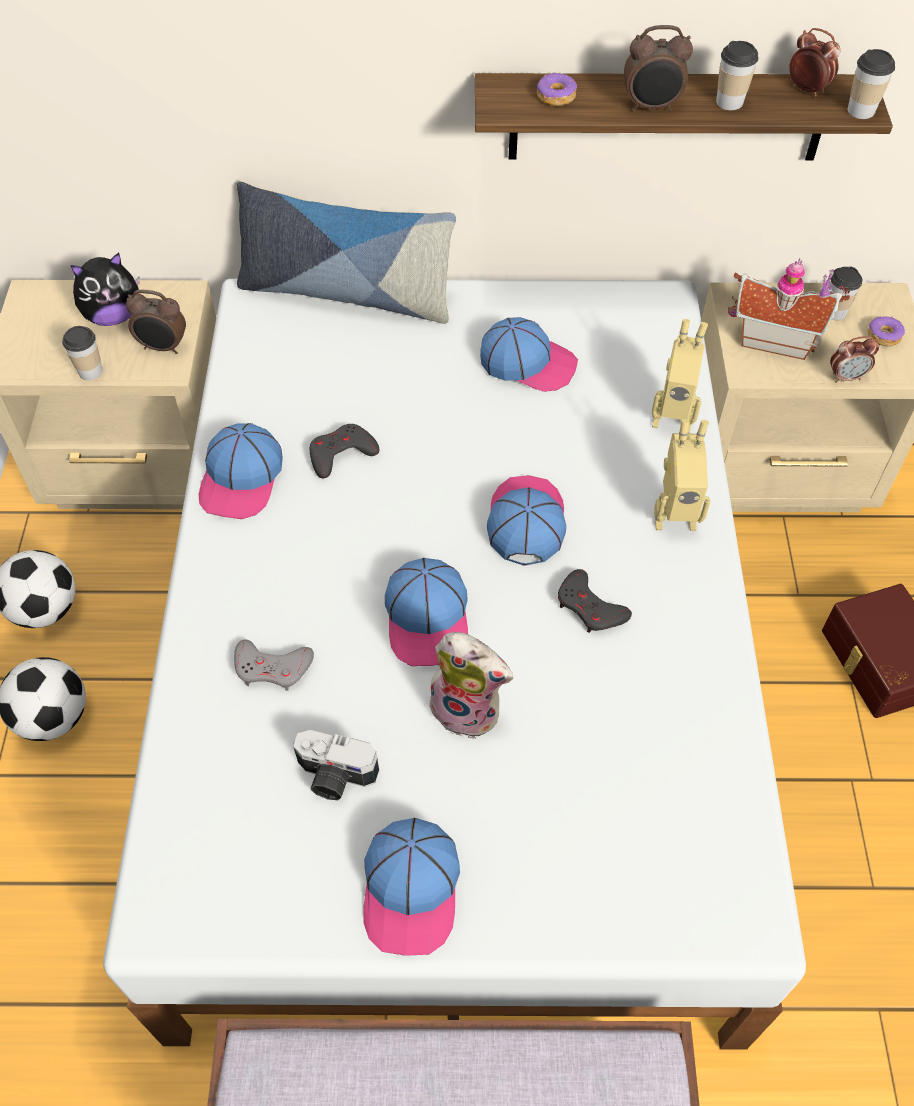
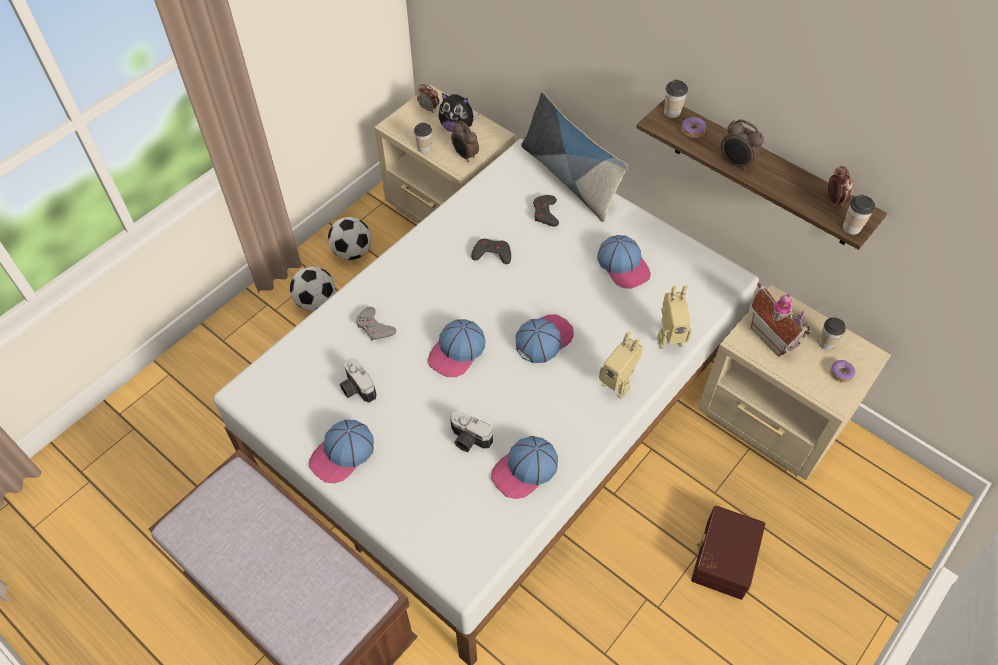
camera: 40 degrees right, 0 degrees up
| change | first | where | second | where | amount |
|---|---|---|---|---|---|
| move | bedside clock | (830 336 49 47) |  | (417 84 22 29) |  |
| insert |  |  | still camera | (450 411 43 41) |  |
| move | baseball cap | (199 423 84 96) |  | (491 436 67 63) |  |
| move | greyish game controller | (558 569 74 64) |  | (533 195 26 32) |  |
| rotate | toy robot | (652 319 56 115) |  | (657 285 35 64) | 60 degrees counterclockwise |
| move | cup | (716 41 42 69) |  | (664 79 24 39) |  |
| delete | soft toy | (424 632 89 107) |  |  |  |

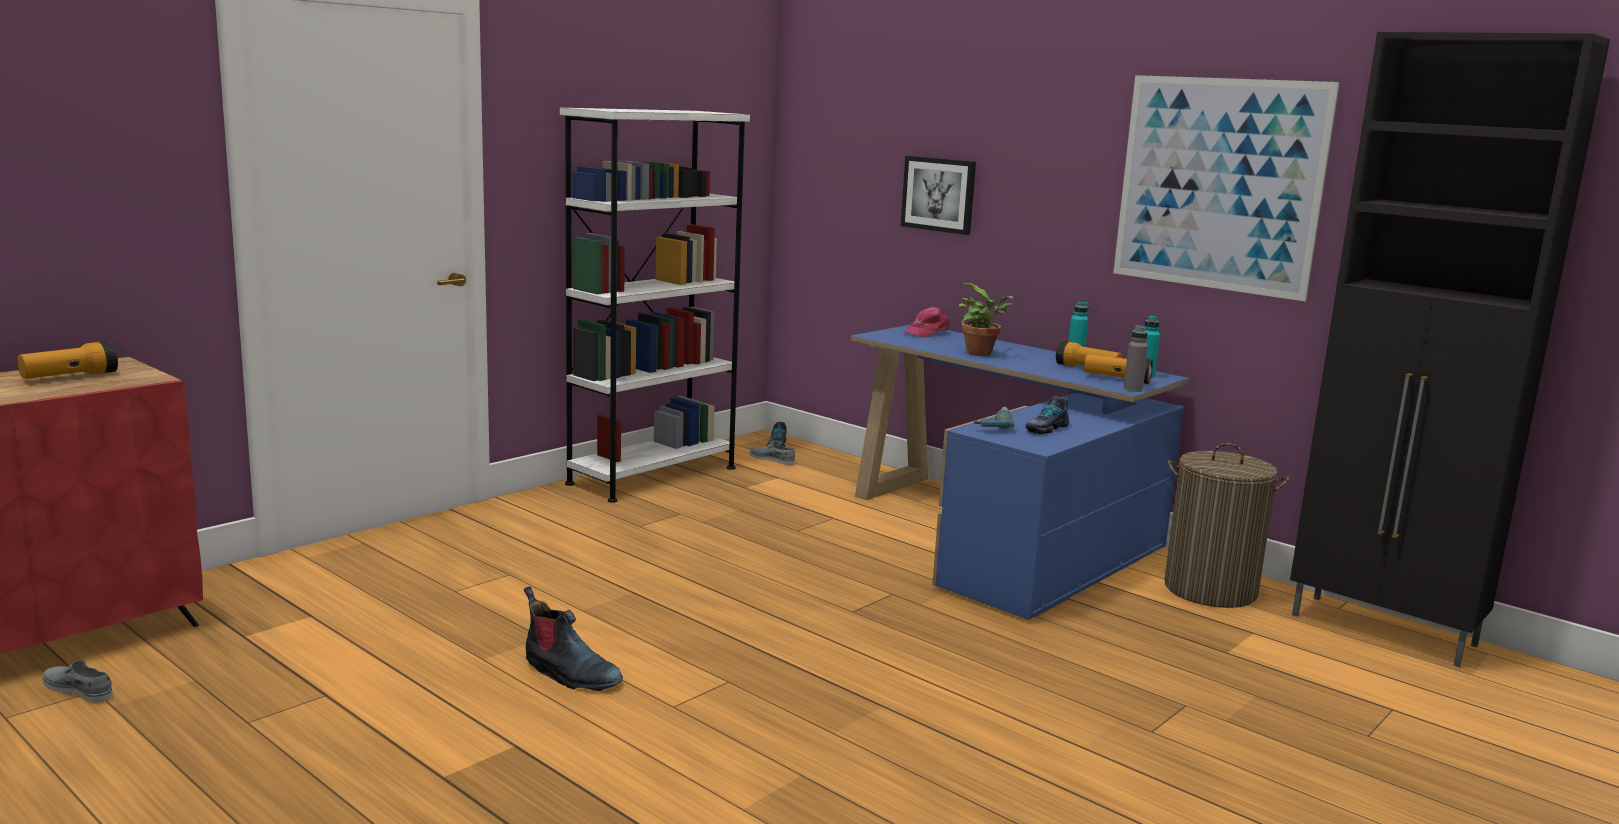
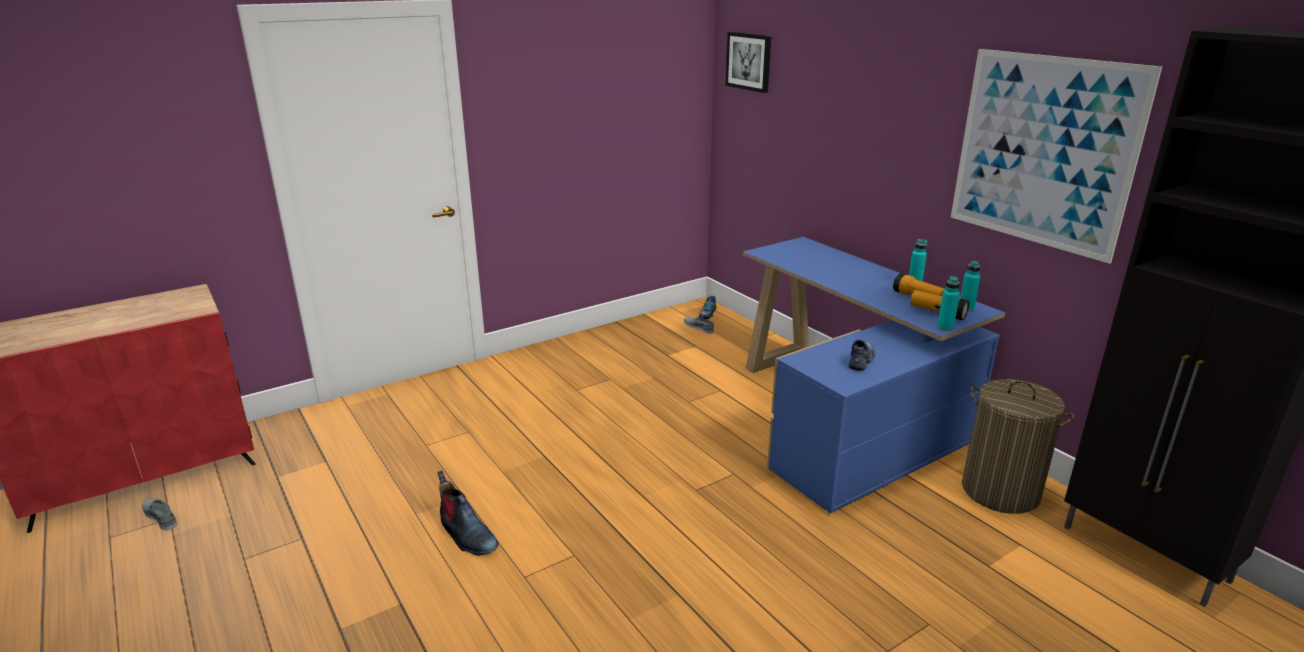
camera: 15 degrees right, 10 degrees up
| change | first | where | second | where | amount |
|---|---|---|---|---|---|
| move | picture | (901 156 75 79) |  | (725 32 46 61) |  |
| rotate | item of footwear | (1025 396 44 38) |  | (848 340 28 31) | 150 degrees clockwise |
| recolor | greyish drink bottle | (1123 325 25 67) | turquoise-coloured drink bottle | (937 276 23 55) |  |
| delete | hand torch | (18 341 100 38) |  |  |  |
| delete | white-coloured shelving unit | (560 108 190 395) |  |  |  |
| delete | pink baseball cap | (902 306 47 32) |  |  |  |
| delete | houseplant | (959 283 54 73) |  |  |  |
| delete | electric drill | (974 407 41 22) |  |  |  |

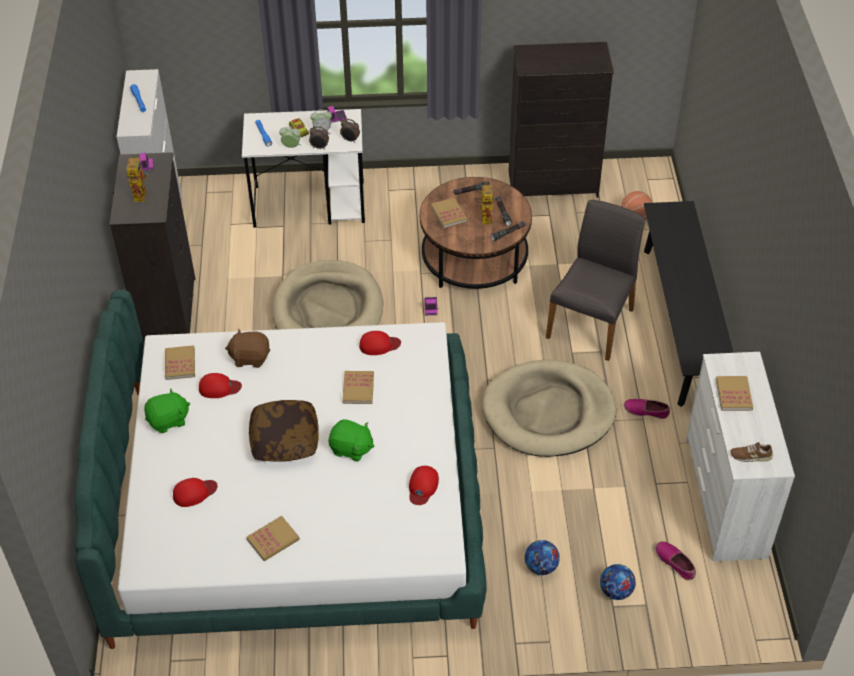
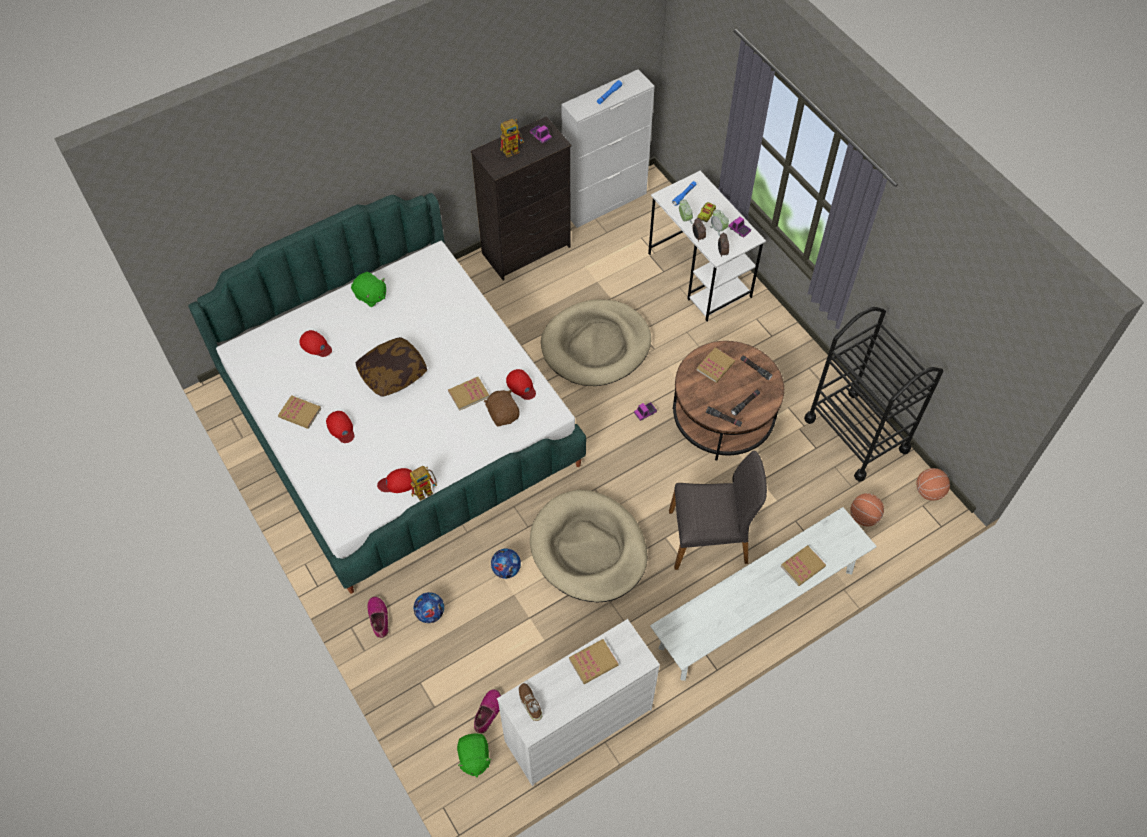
camera: 60 degrees right, 10 degrees up
| change | first | where | second | where | amount |
|---|---|---|---|---|---|
| move | red-coloured baseball cap | (199 373 43 25) |  | (326 411 28 32) |  |
| move | item of footwear | (624 399 46 20) |  | (368 596 20 42) |  |
| move | toy robot | (475 181 20 44) |  | (410 466 27 35) |  |
| move | green-coloured soft toy | (328 419 46 42) |  | (457 733 35 44) |  |
| move | brown-coloured soft toy | (225 328 45 40) |  | (484 389 36 38) |  |
| move | football ball | (600 564 36 36) |  | (491 549 30 30) |  |
| recolor | black indoor bench | (644 201 90 206) | white-coloured indoor bench | (650 507 227 174) |  |
| move | volume | (165 346 30 34) |  | (781 545 45 41) |  |
| replace | black chest of drawers | (508 42 106 156) | black wheeled cart | (804 307 140 175) |  |
| insert |  |  | basketball | (916 468 34 33) |  |

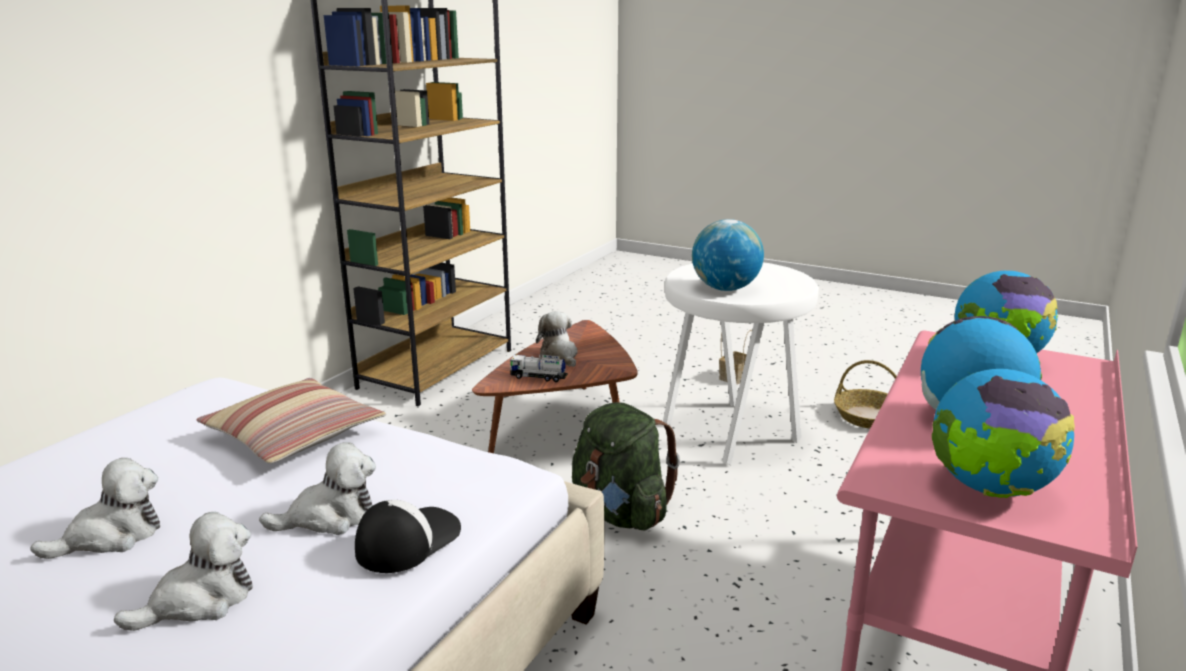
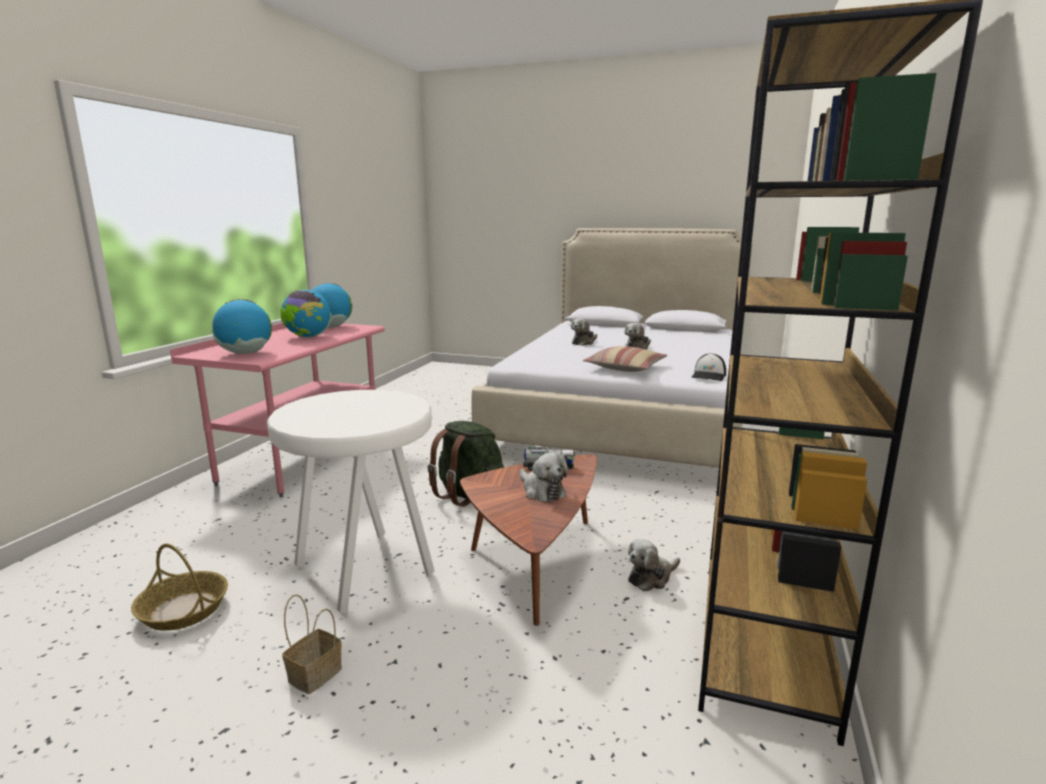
camera: 170 degrees right, 5 degrees down
| change | first | where | second | where | amount |
|---|---|---|---|---|---|
| move | soft toy | (259 442 117 93) |  | (628 539 52 52) |  |
| move | baseball cap | (355 500 106 73) |  | (691 353 35 28) |  |
| delete | globe | (692 219 72 72) |  |  |  |

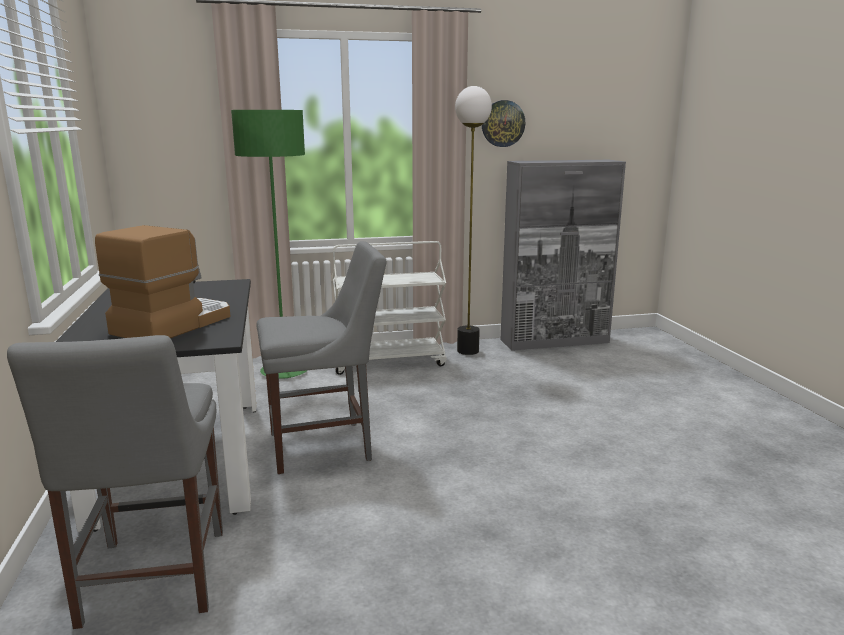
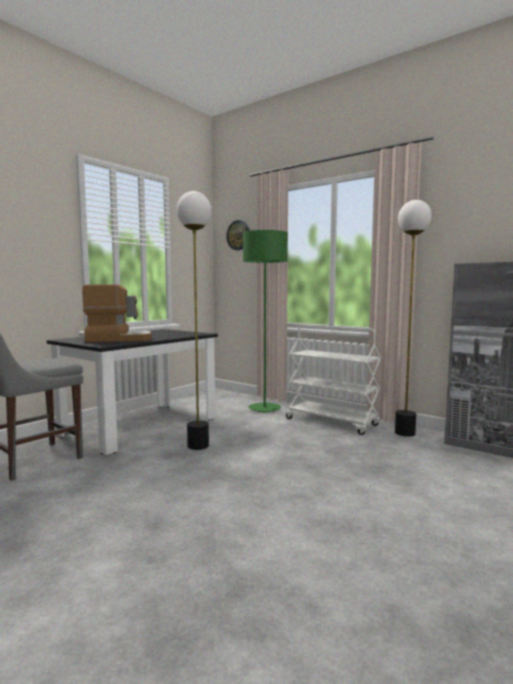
camera: 50 degrees right, 10 degrees down
| change | first | where | second | where | amount |
|---|---|---|---|---|---|
| replace | greyish plain chair | (256 241 130 233) | standing lamp | (177 191 34 259) |  |
| move | wall clock | (482 100 43 47) |  | (226 220 24 30) |  |

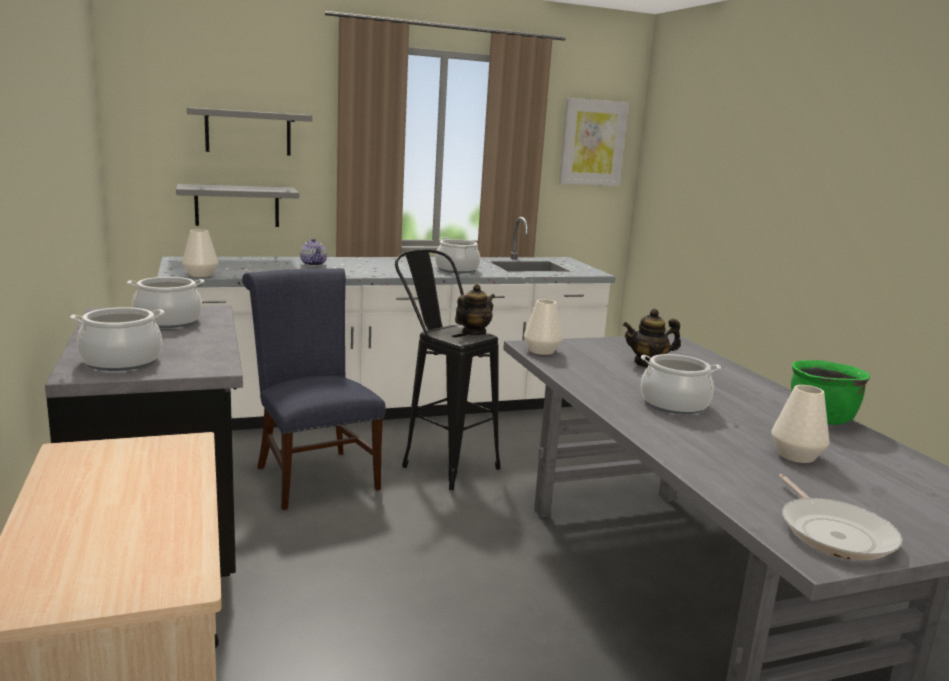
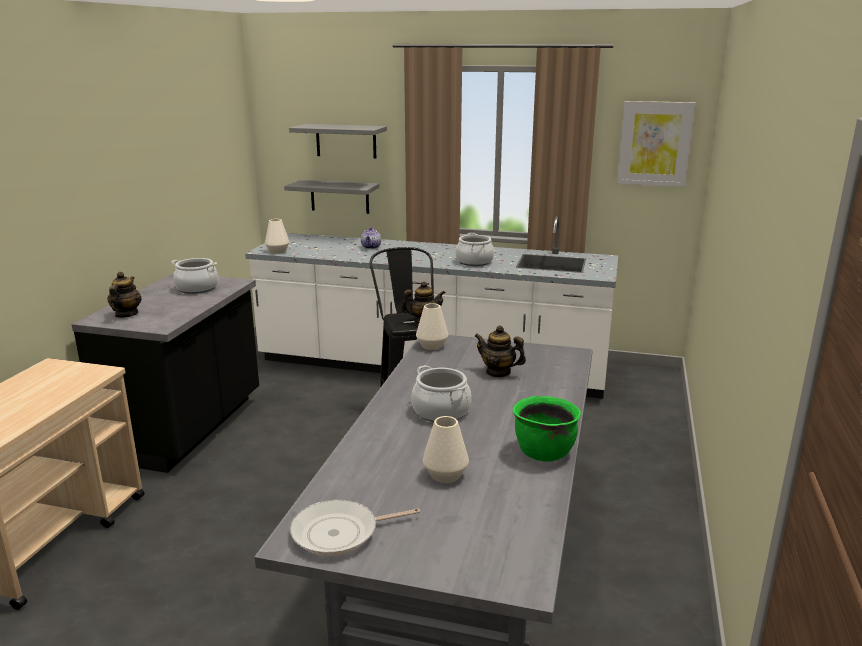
camera: 35 degrees right, 5 degrees up
| change | first | where | second | where | amount |
|---|---|---|---|---|---|
| replace | cooking pot | (70 307 94 64) | teapot | (107 272 35 46) |  |
| rotate | pan | (778 474 124 86) |  | (290 500 130 56) | 45 degrees clockwise |
| delete | blue-coloured plain chair | (242 268 144 242) |  |  |  |

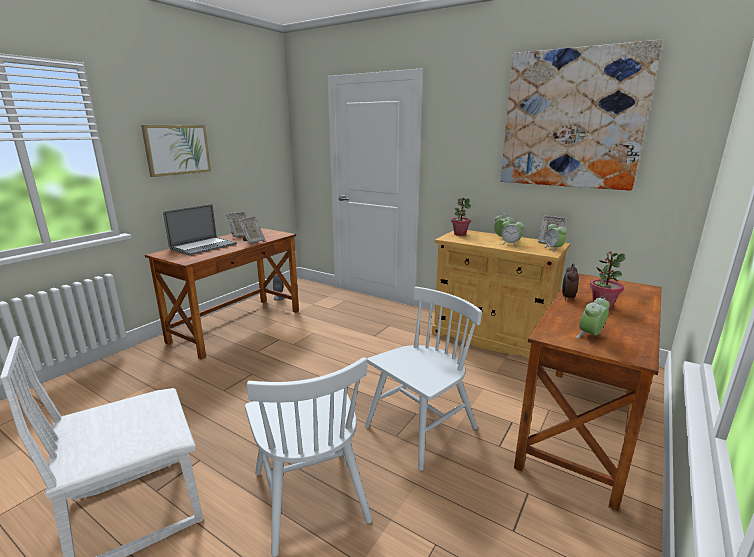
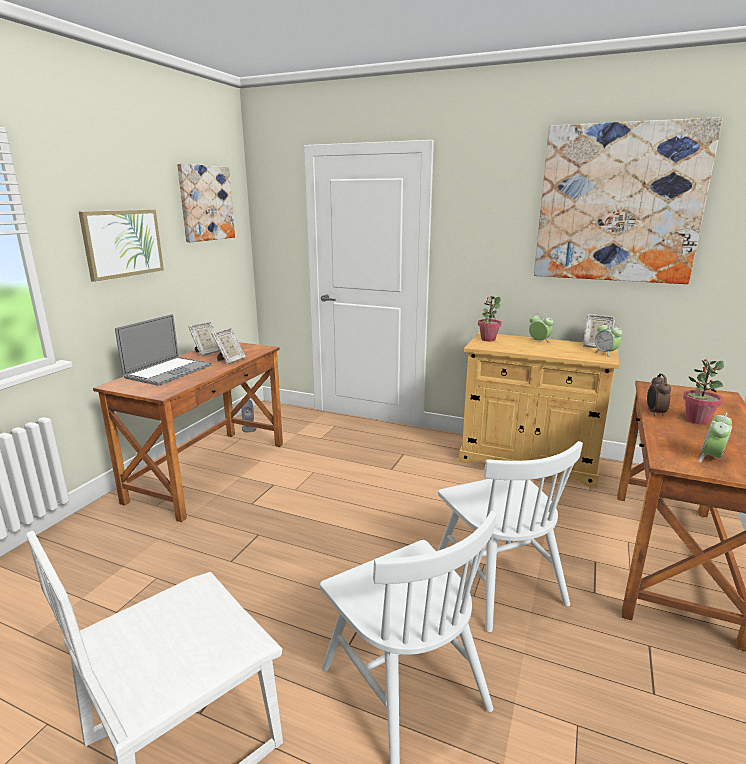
camera: 10 degrees left, 0 degrees up
| change | first | where | second | where | amount |
|---|---|---|---|---|---|
| insert |  |  | picture | (177 163 58 79) |  |
| rotate | white-coloured plain chair | (365 287 117 184) |  | (438 441 145 191) | 120 degrees clockwise |
| delete | bedside clock | (501 218 23 29) |  |  |  |

